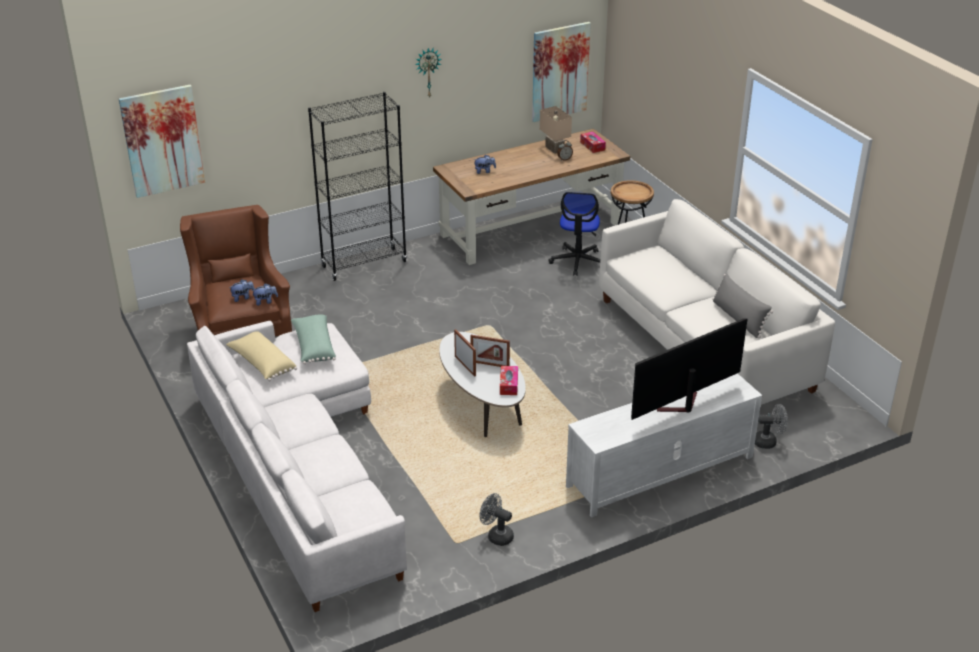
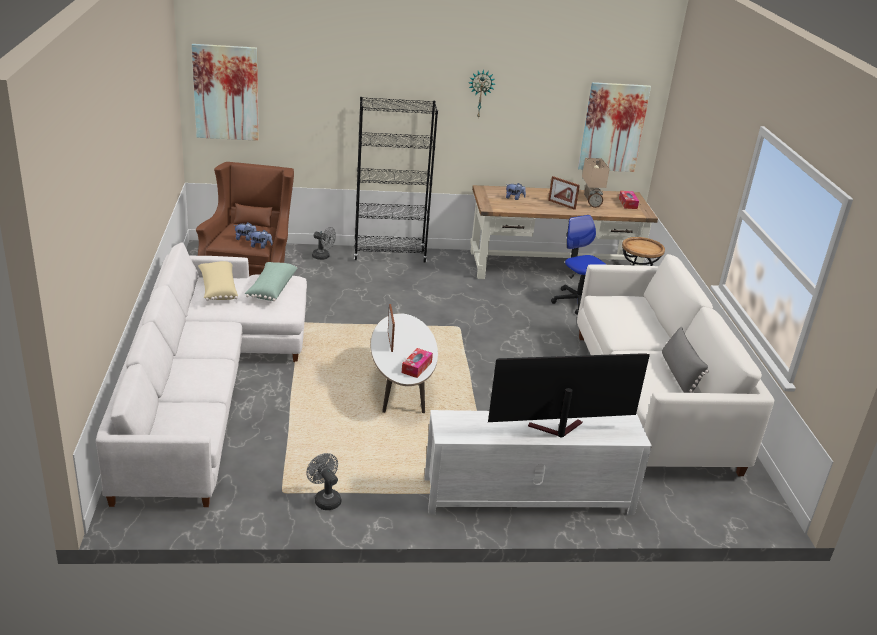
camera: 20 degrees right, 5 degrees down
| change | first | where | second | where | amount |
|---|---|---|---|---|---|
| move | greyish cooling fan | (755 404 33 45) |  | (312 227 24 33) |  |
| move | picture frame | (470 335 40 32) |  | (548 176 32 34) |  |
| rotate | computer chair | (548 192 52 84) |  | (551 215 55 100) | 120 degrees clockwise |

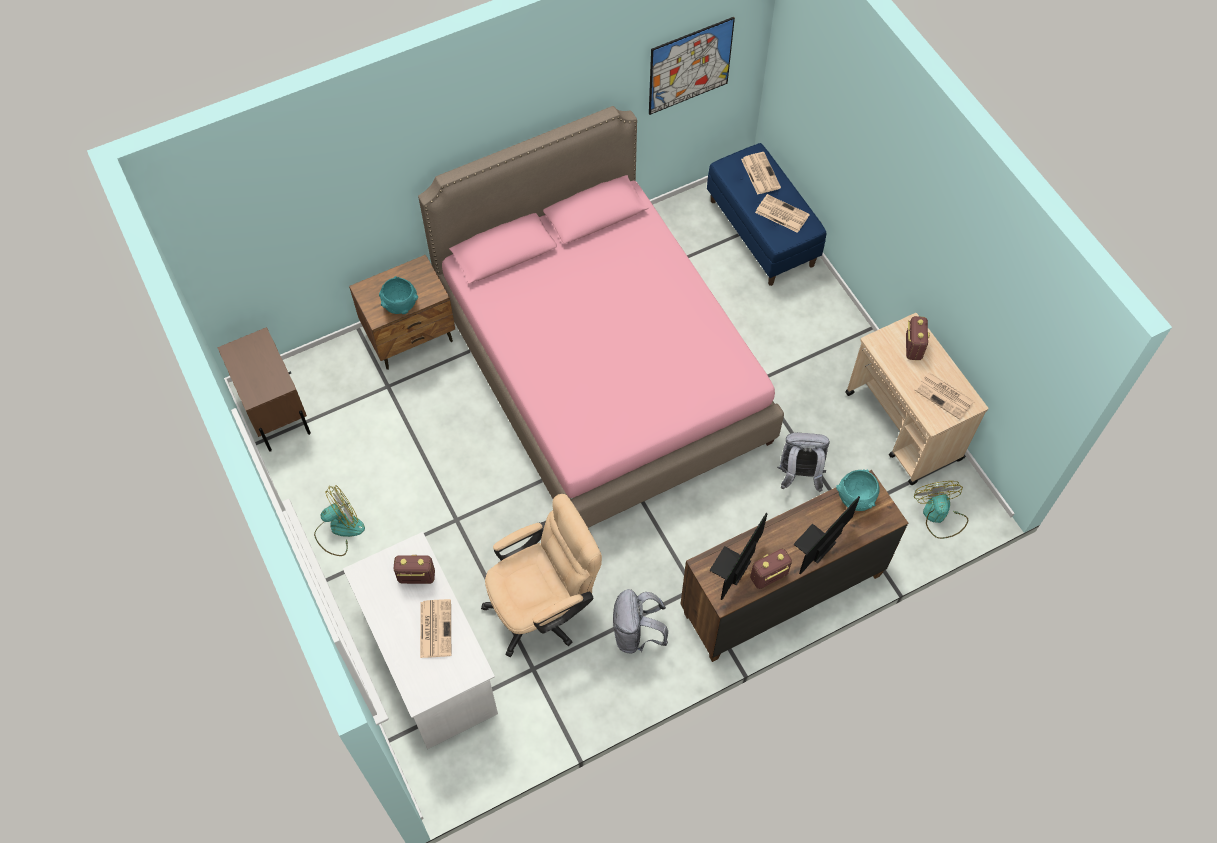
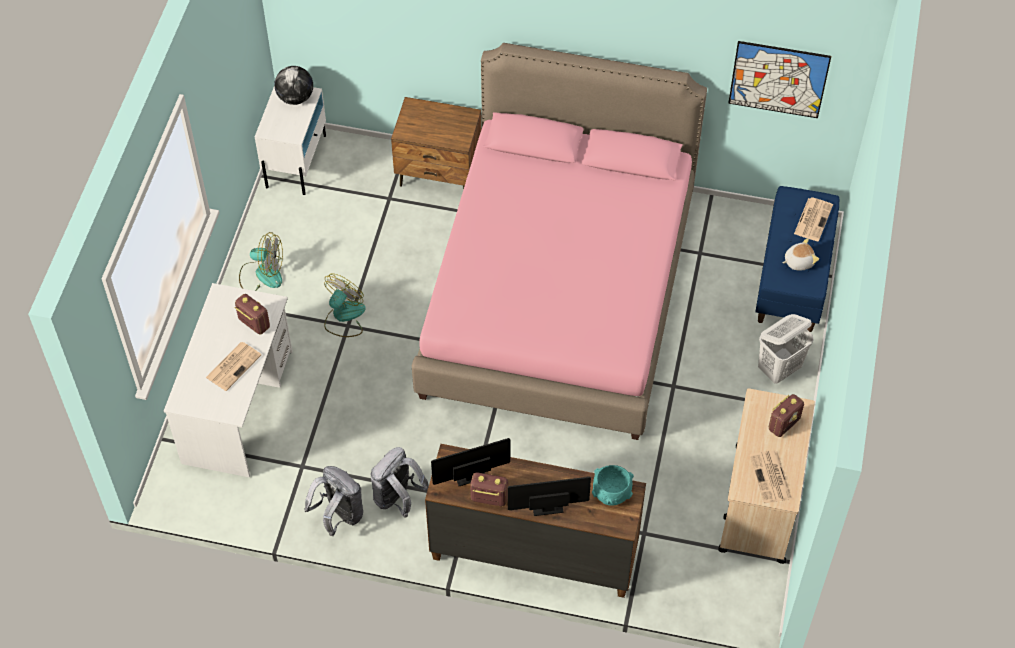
camera: 40 degrees right, 5 degrees down
| change | first | where | second | where | amount |
|---|---|---|---|---|---|
| recolor | brown-coloured night table | (217 327 94 125) | white-coloured night table | (255 87 71 108) |  |
| insert |  |  | globe | (274 66 39 39) |  |
| move | greyish backpack | (777 432 53 60) |  | (304 466 59 70) |  |
| move | cooling fan | (914 481 54 58) |  | (324 273 42 64) |  |
| insert |  |  | white-coloured laundry basket | (758 314 56 70) |  |
| replace | daily paper | (755 194 55 39) | soft toy | (783 238 36 32) |  |
| delete | turquoise-coloured deep dish | (379 276 39 38) |  |  |  |
| delete | sand-coloured computer chair | (481 494 121 163) |  |  |  |

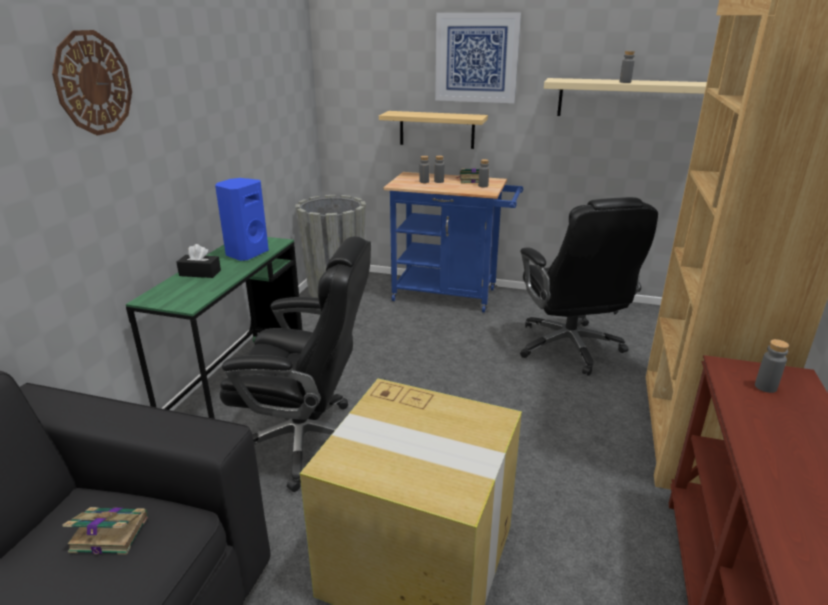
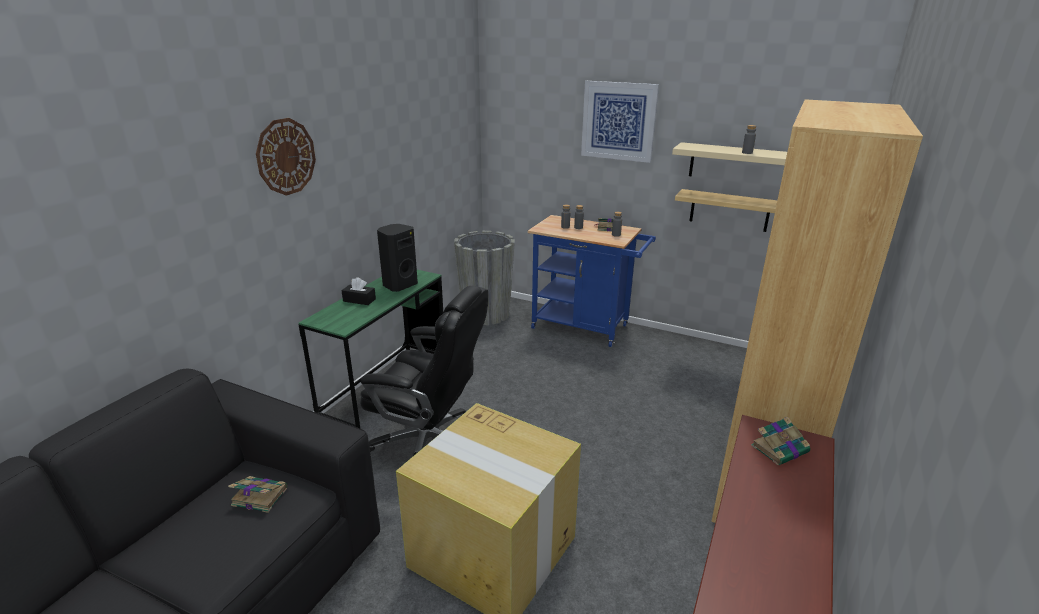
camera: 10 degrees right, 0 degrees up
| change | first | where | second | where | amount |
|---|---|---|---|---|---|
| recolor | blue-coloured speaker | (215 178 54 83) | black speaker | (377 224 41 68) |  |
| move | wall shelf | (379 111 109 38) |  | (675 189 102 43) |  |
| replace | greyish drink bottle | (755 339 34 54) | volume | (751 417 59 48) |  |
| delete | black computer chair | (520 197 138 179) |  |  |  |

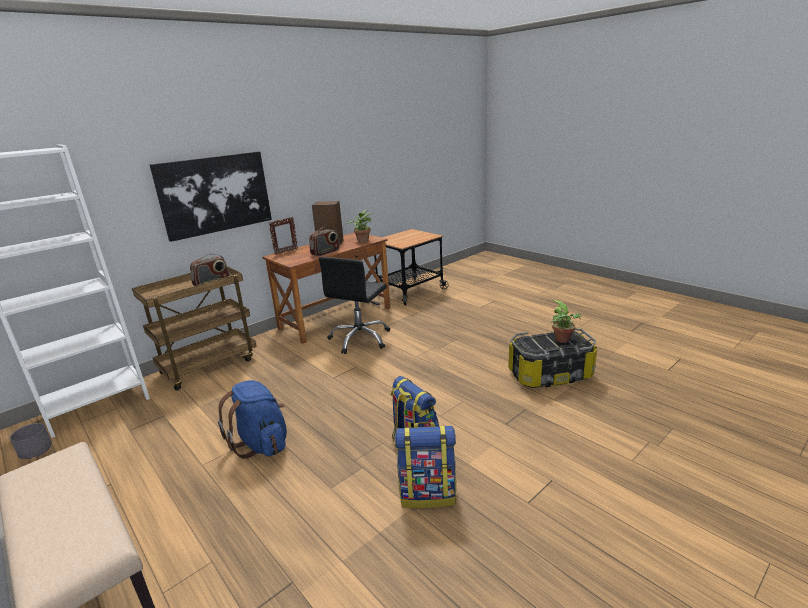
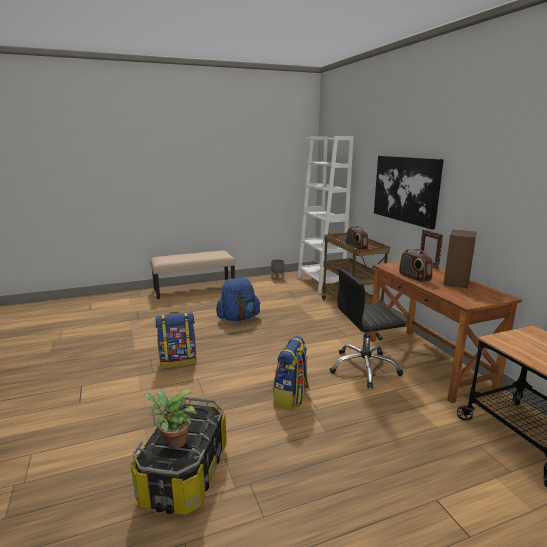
camera: 110 degrees right, 5 degrees down
| change | first | where | second | where | amount |
|---|---|---|---|---|---|
| move | backpack | (395 422 61 86) |  | (273 336 37 75) |  |
| rotate | black computer chair | (319 257 71 97) |  | (330 268 76 120) | 60 degrees counterclockwise |
| delete | houseplant | (347 210 25 32) |  |  |  |

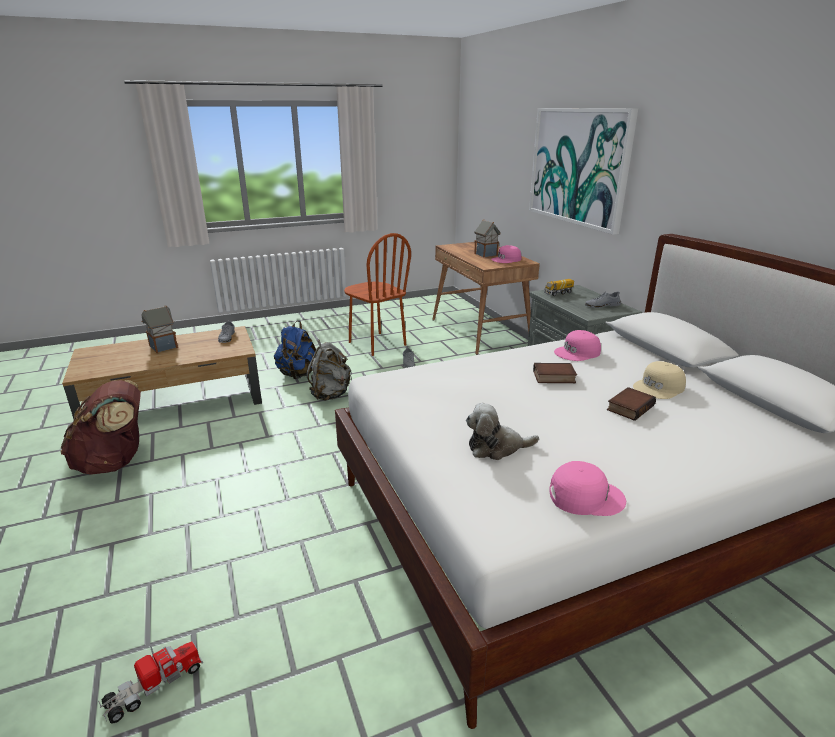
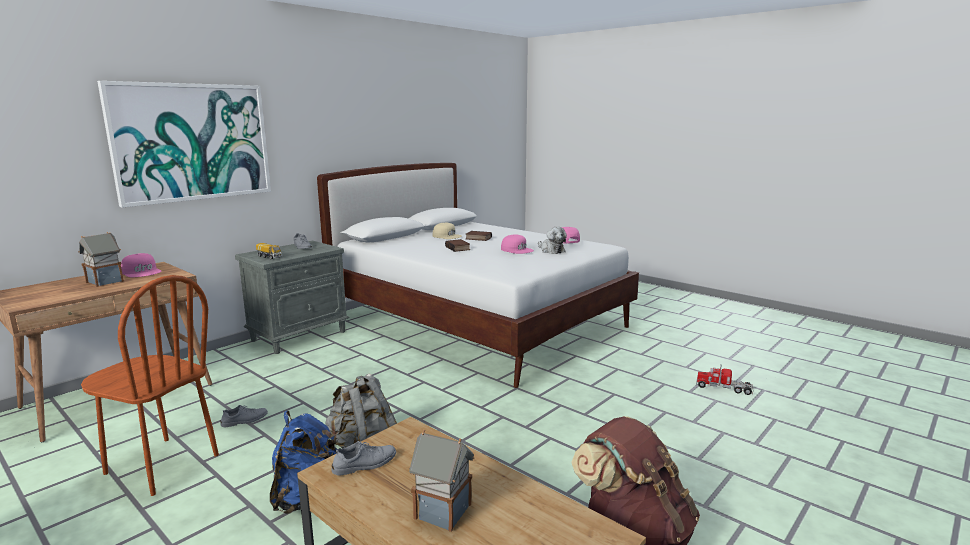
camera: 115 degrees left, 10 degrees down
| change | first | where | second | where | amount |
|---|---|---|---|---|---|
| rotate | brown-coloured plain chair | (344 233 67 123) |  | (81 275 138 221) | 90 degrees clockwise |
| move | pink baseball cap | (554 330 47 31) |  | (501 235 33 19) |  |

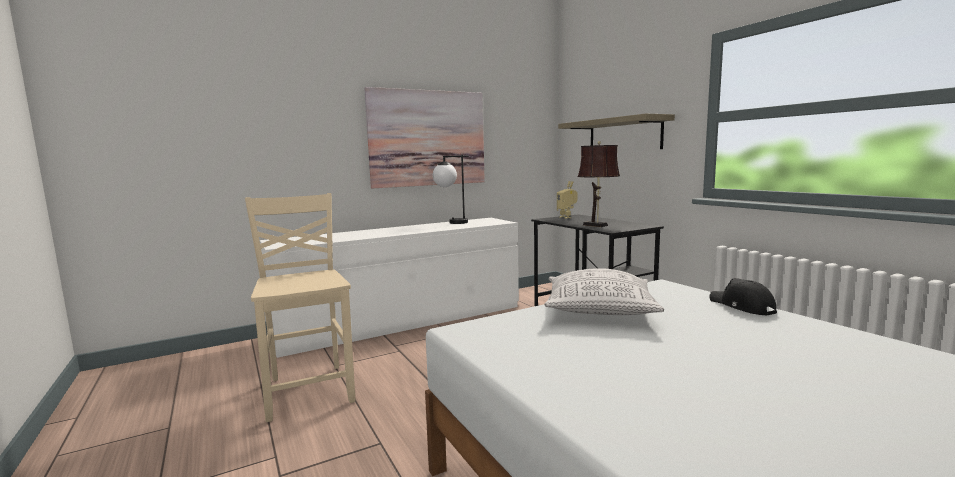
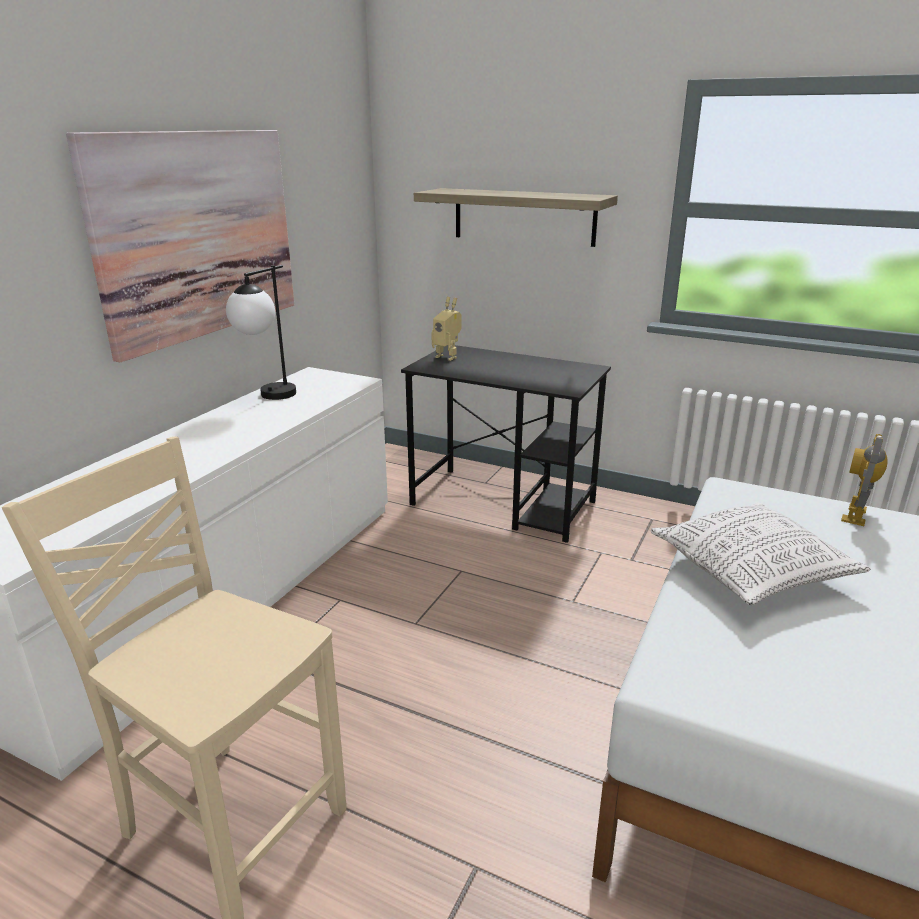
camera: 35 degrees left, 15 degrees up
| change | first | where | second | where | amount |
|---|---|---|---|---|---|
| replace | black baseball cap | (709 278 68 37) | toy robot | (841 434 46 92) |  |
| delete | brown-coloured tabletop lamp | (578 141 42 86) |  |  |  |

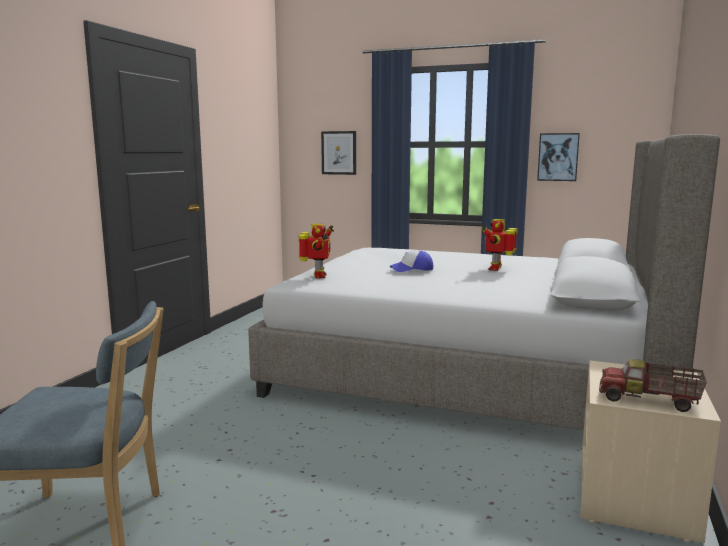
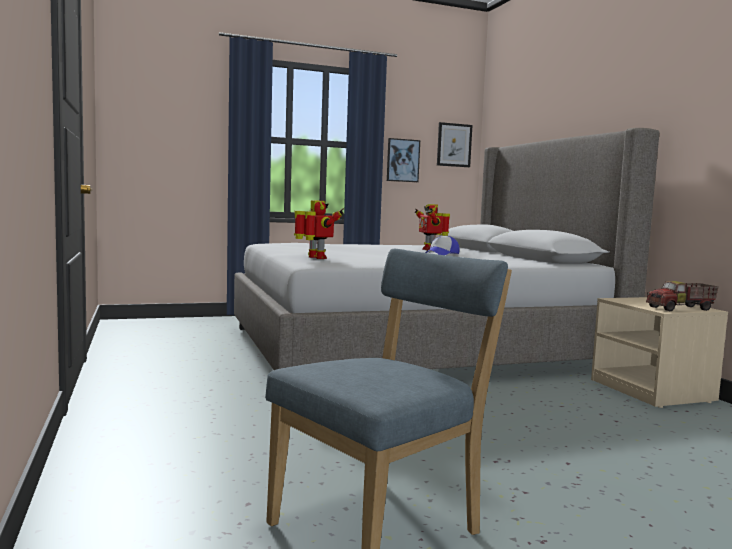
camera: 40 degrees left, 5 degrees down
| change | first | where | second | where | amount |
|---|---|---|---|---|---|
| move | baseball cap | (390 251 43 21) |  | (425 236 35 19) |  |
| move | picture | (321 131 35 44) |  | (437 122 36 45) |  |

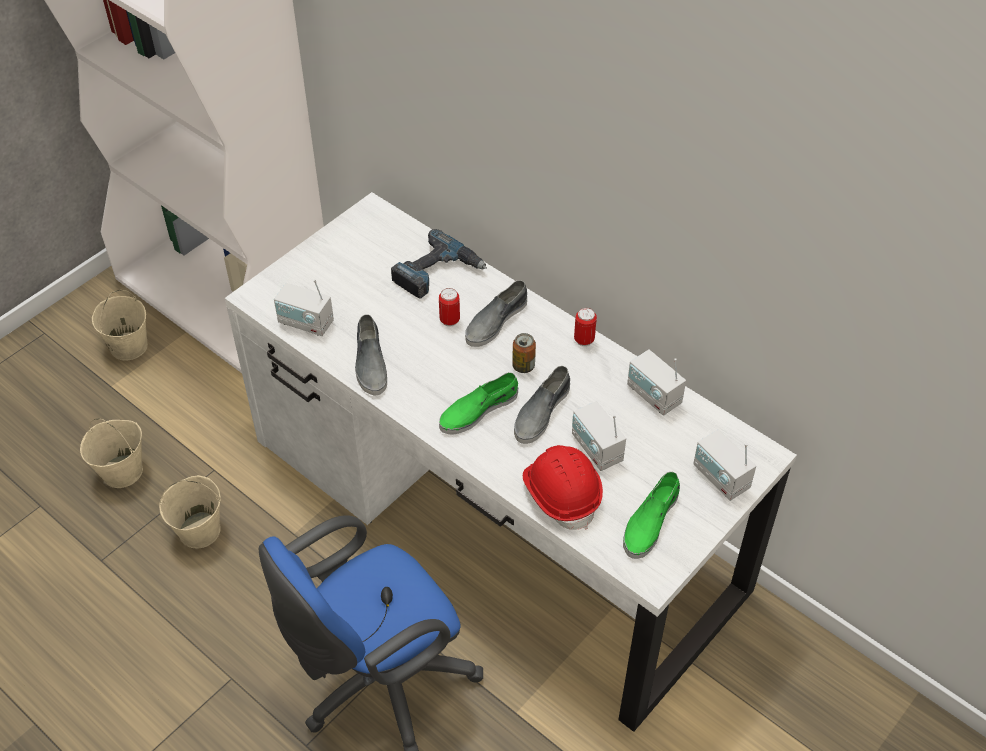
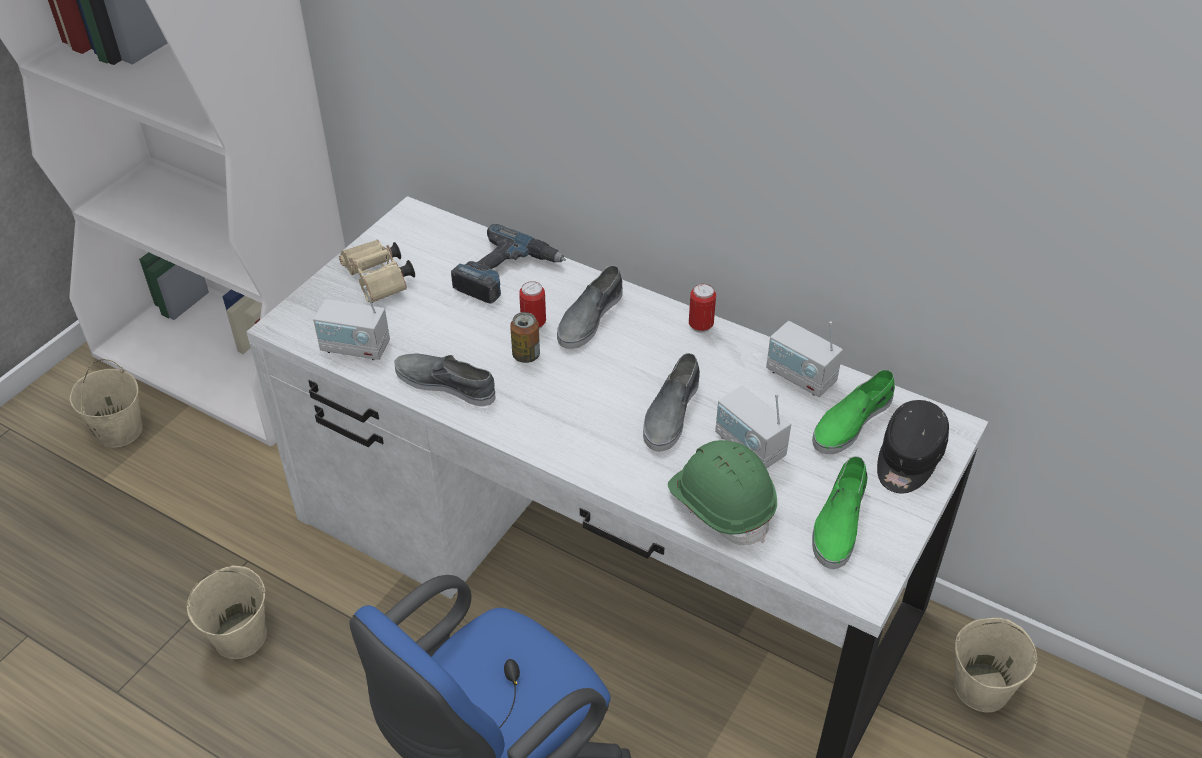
camera: 10 degrees left, 5 degrees down
| change | first | where | second | where | amount |
|---|---|---|---|---|---|
| insert |  |  | sand-coloured binoculars | (339 239 76 64) |  |
| rotate | greyish item of footwear | (355 314 32 81) |  | (394 353 102 53) | 135 degrees clockwise |
| move | metal can | (512 333 24 40) |  | (510 312 30 51) |  |
| recolor | red-coloured hard hat | (523 445 80 85) | green-coloured hard hat | (668 440 109 105) |  |
| move | green-coloured item of footwear | (439 372 79 63) |  | (812 370 83 84) |  |
| replace | radio set | (693 430 63 71) | black baseball cap | (877 400 72 93) |  |
| move | sand-coloured pail | (80 419 63 69) |  | (954 618 84 94) |  |

